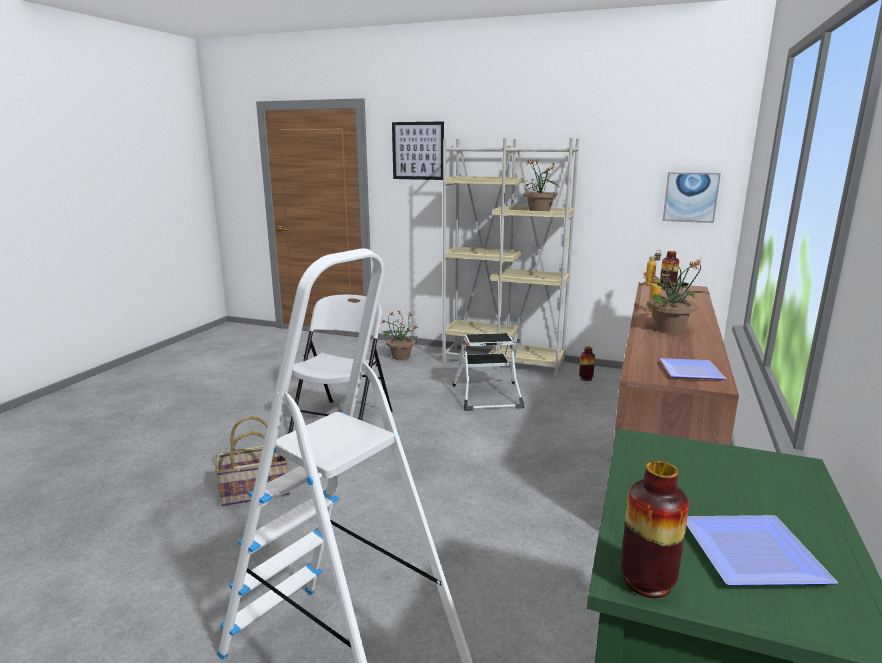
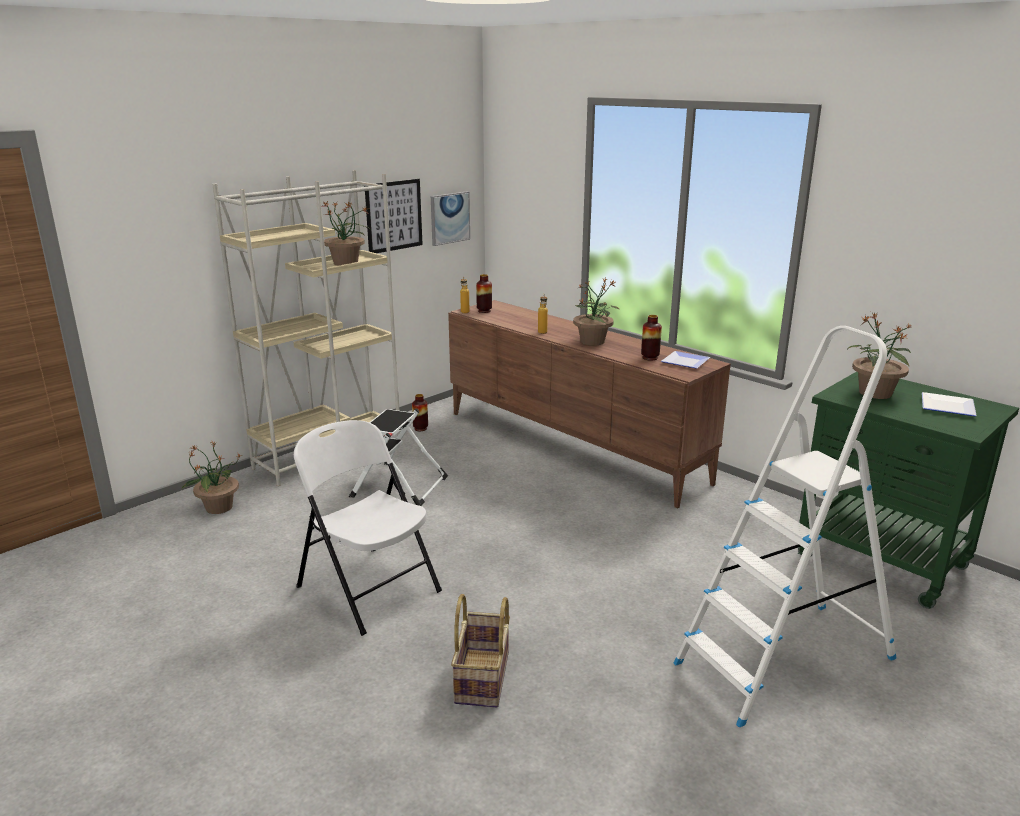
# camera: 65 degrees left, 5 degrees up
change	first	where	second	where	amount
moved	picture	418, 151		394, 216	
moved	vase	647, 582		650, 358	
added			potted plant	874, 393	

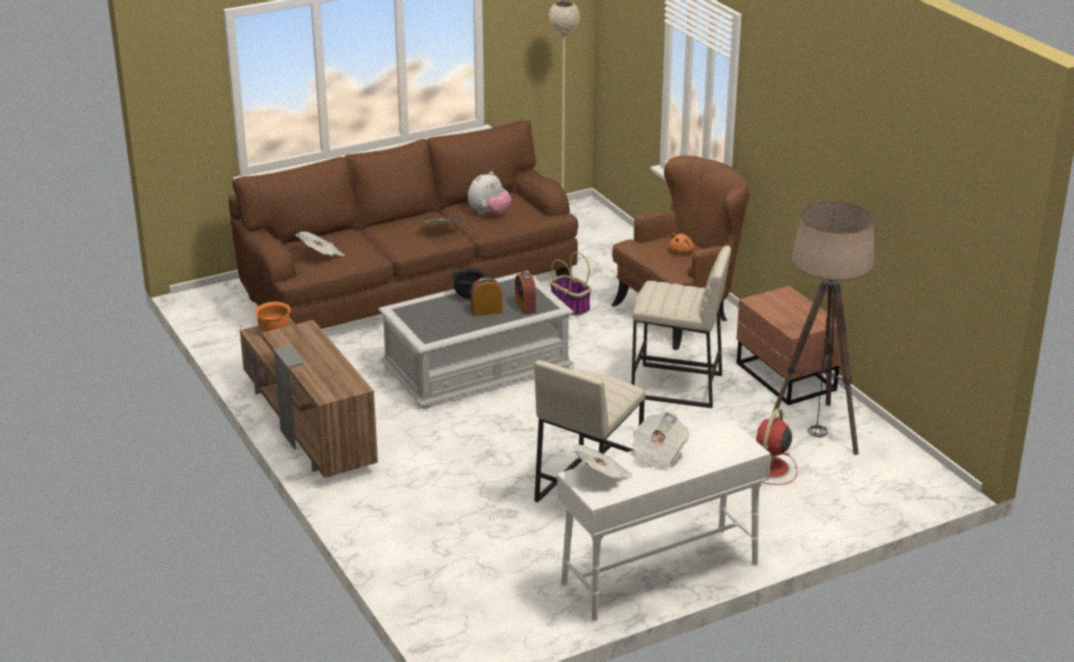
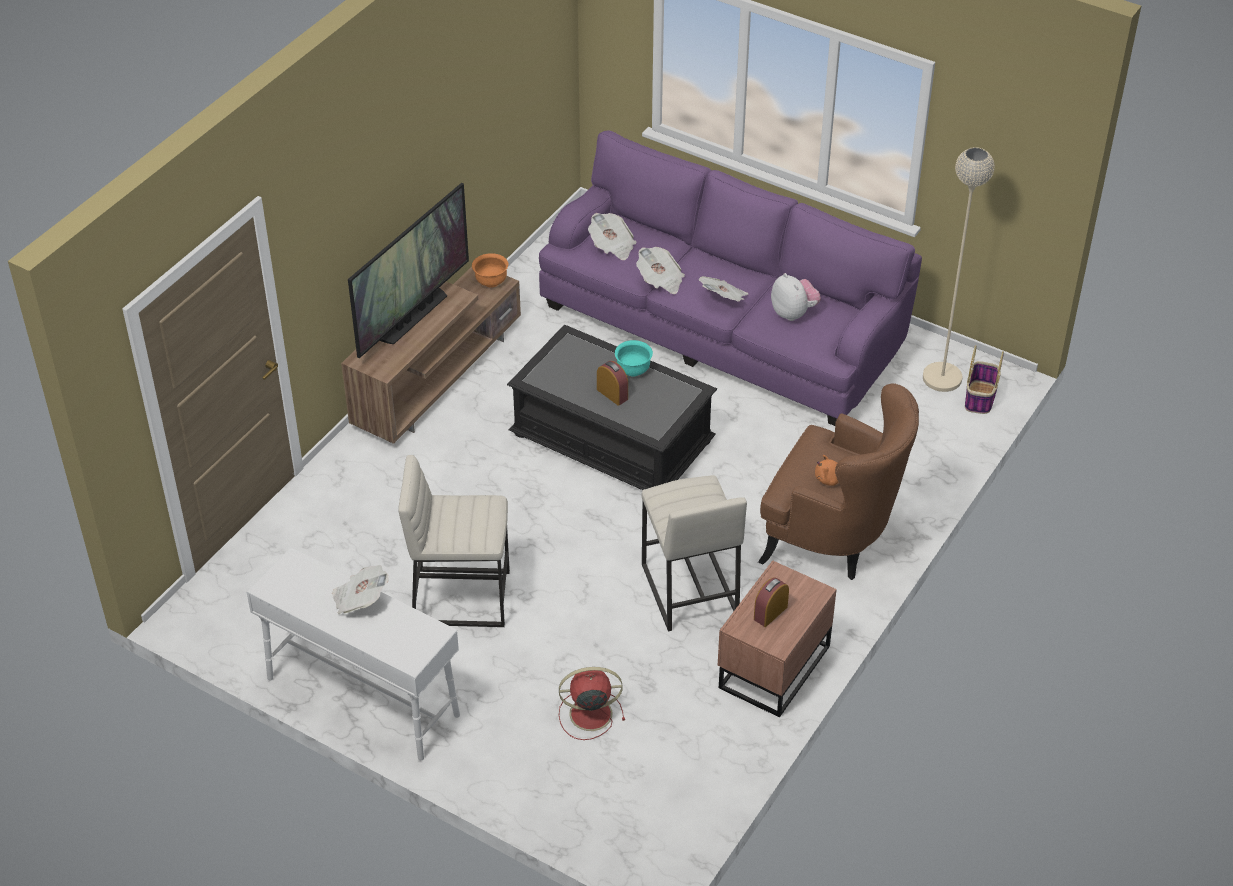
# camera: 60 degrees right, 15 degrees up
change	first	where	second	where	amount
added			television	413, 316	
recoloured	coffee table in white	477, 367	coffee table in black	613, 437	
recoloured	sofa in brown	409, 285	sofa in purple	722, 327	
recoloured	bowl in black	469, 295	bowl in turquoise	633, 370	
moved	newspaper	602, 476		660, 280	
moved	alarm clock	525, 306		770, 613	
turned	plush toy	489, 213		793, 313	135 degrees counterclockwise
moved	basket	571, 306		980, 398	
removed	floor lamp	816, 431			

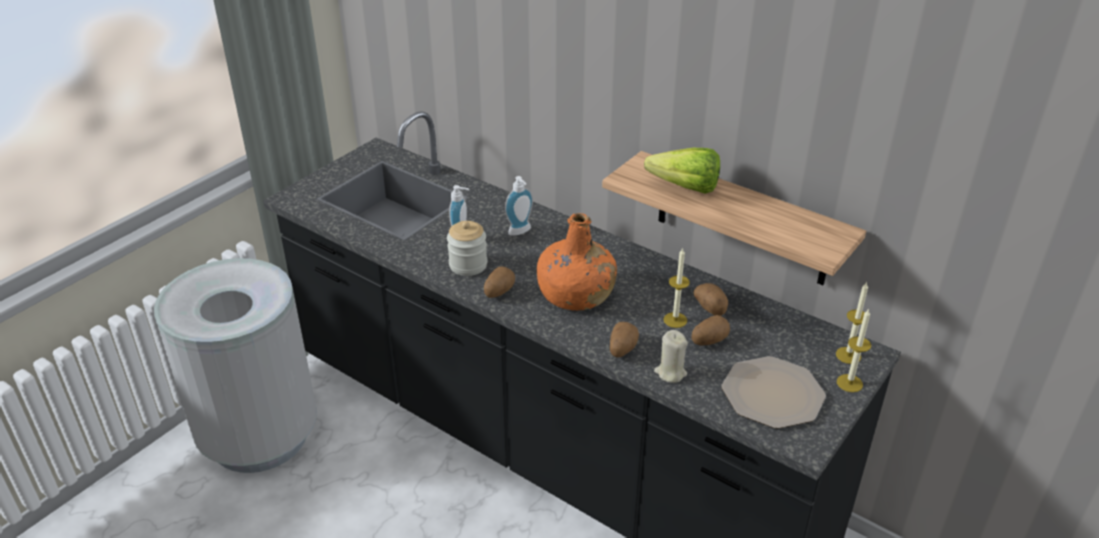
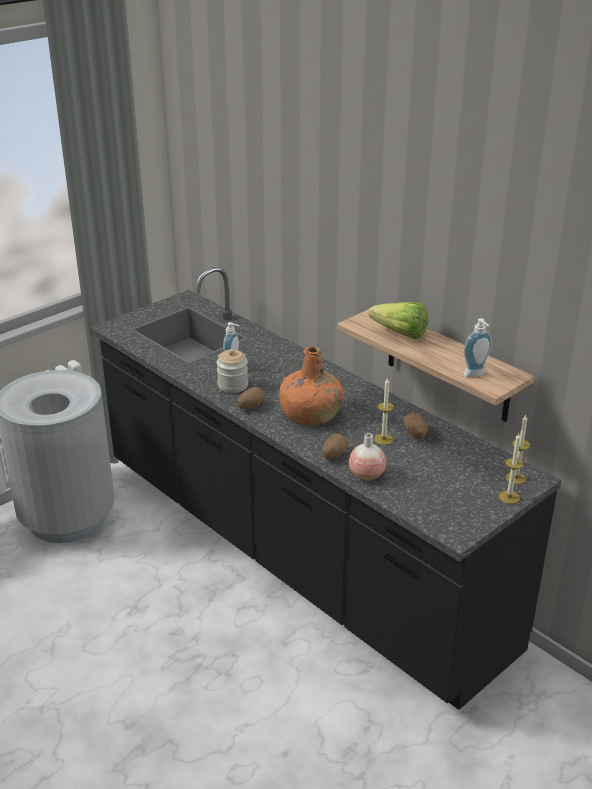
# camera: 10 degrees right, 5 degrees down
change	first	where	second	where	amount
replaced	candle in beige	670, 373	vase	366, 475	
moved	soap dispenser	521, 232		476, 375	
removed	potato	709, 340			
removed	plate	773, 394			

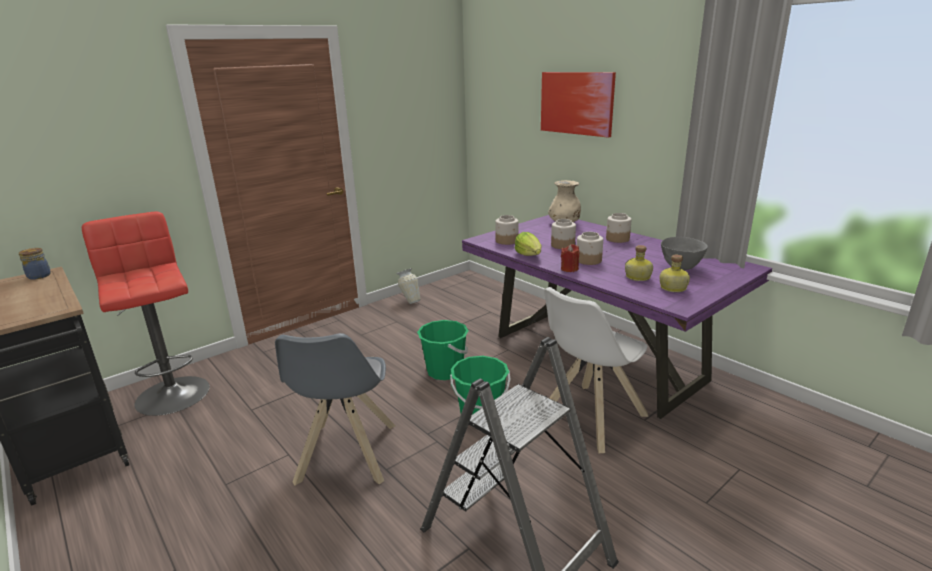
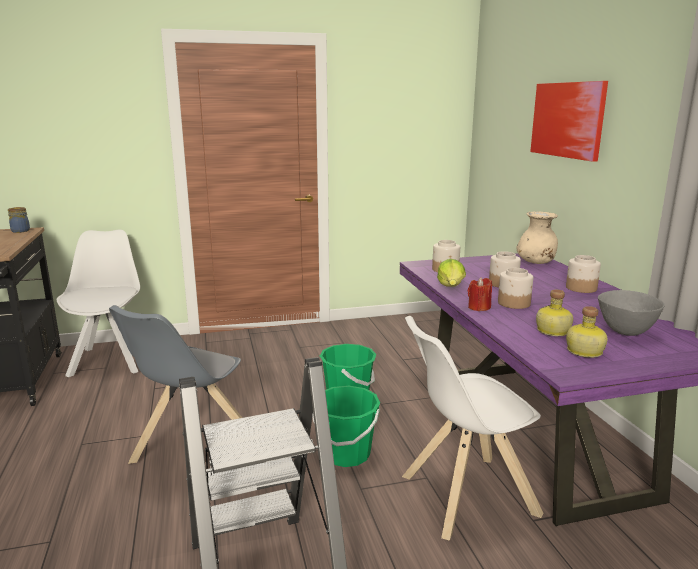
# camera: 25 degrees right, 5 degrees down
change	first	where	second	where	amount
replaced	stool in red	173, 395	chair in white	111, 360	
removed	vase	409, 301			

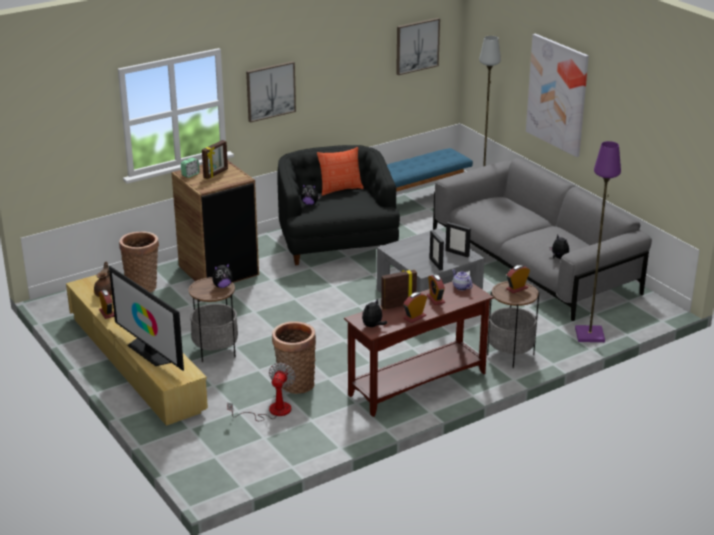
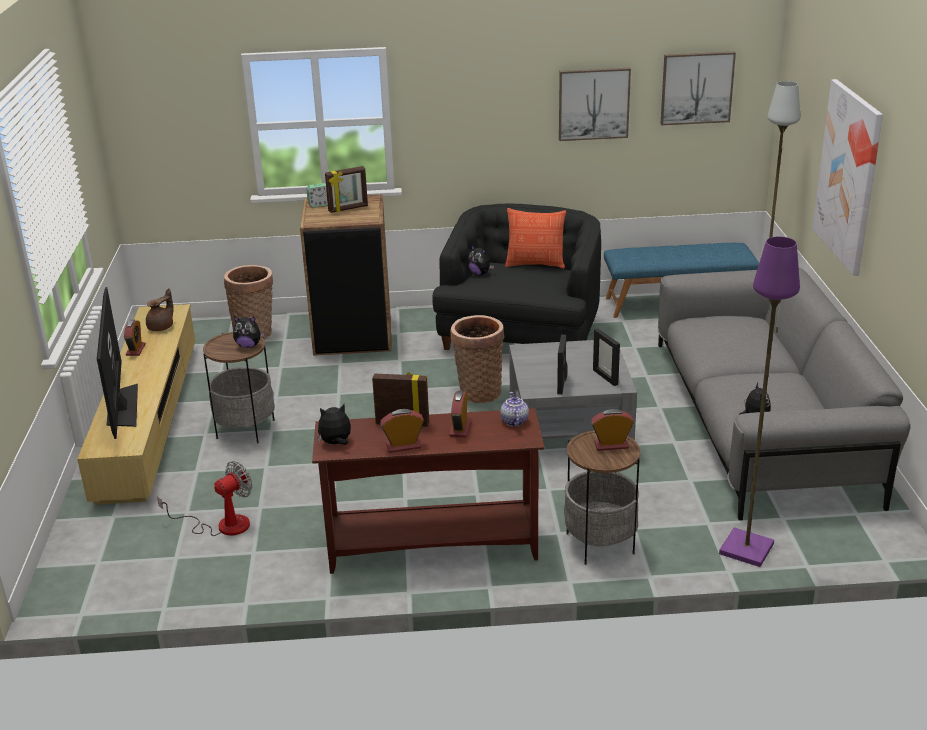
# camera: 30 degrees right, 0 degrees up
change	first	where	second	where	amount
moved	basket	295, 384		478, 391	
moved	picture	270, 91		593, 104	

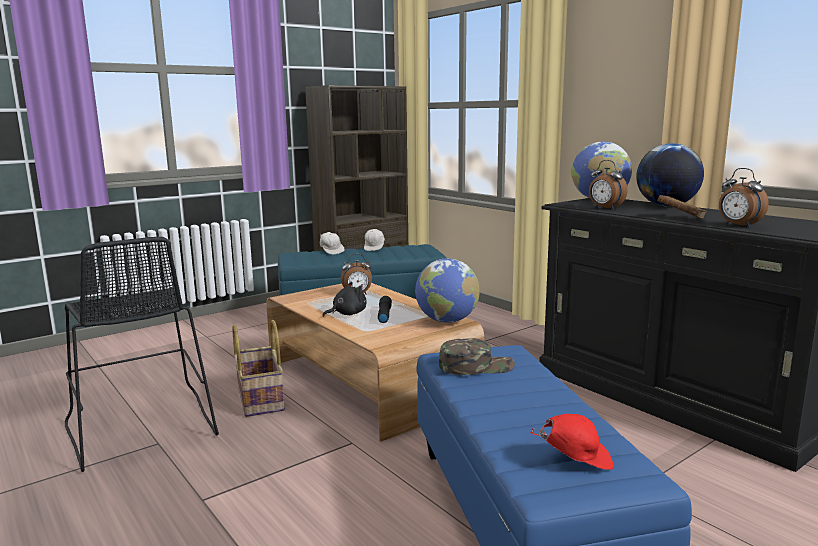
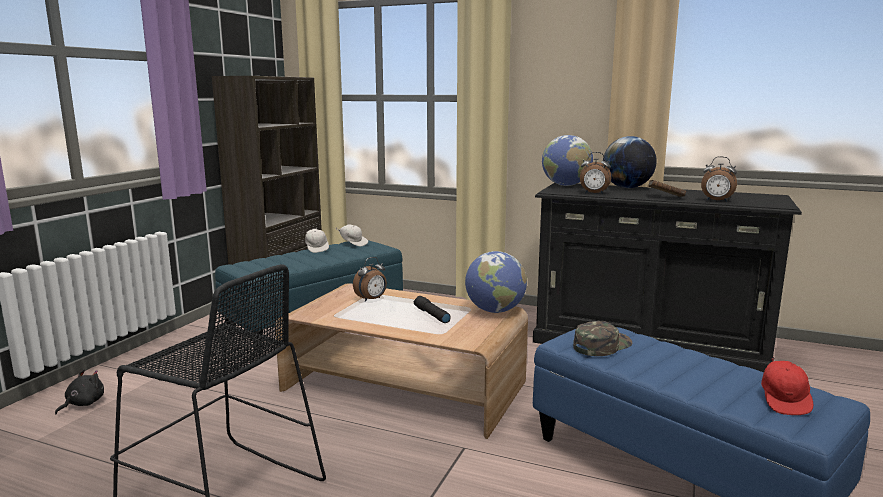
# camera: 30 degrees left, 0 degrees up
change	first	where	second	where	amount
moved	plush toy in black	347, 314		83, 404	
moved	cap in white	331, 251		353, 243	
turned	cap in red	575, 460		784, 401	135 degrees clockwise
removed	basket	259, 399			

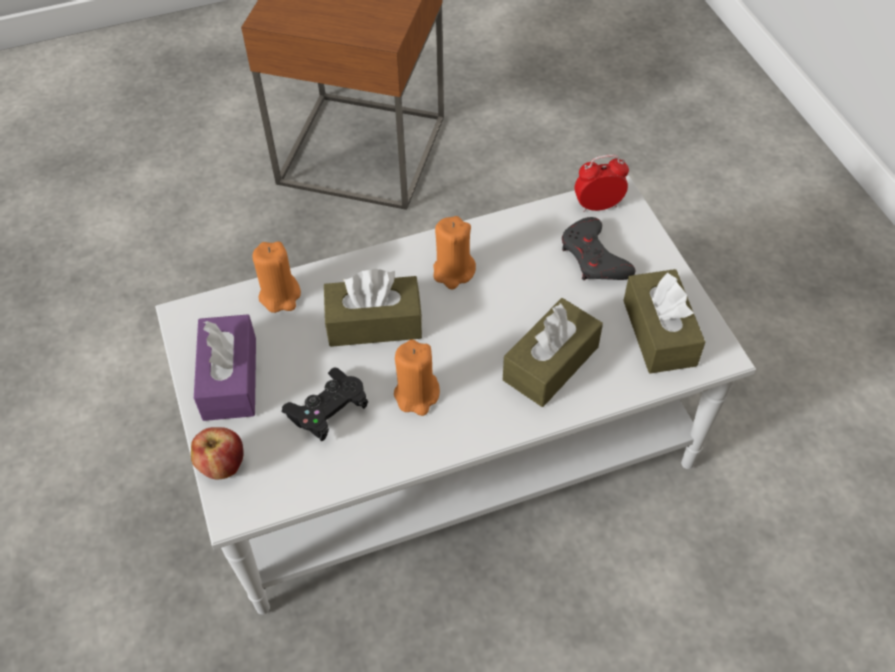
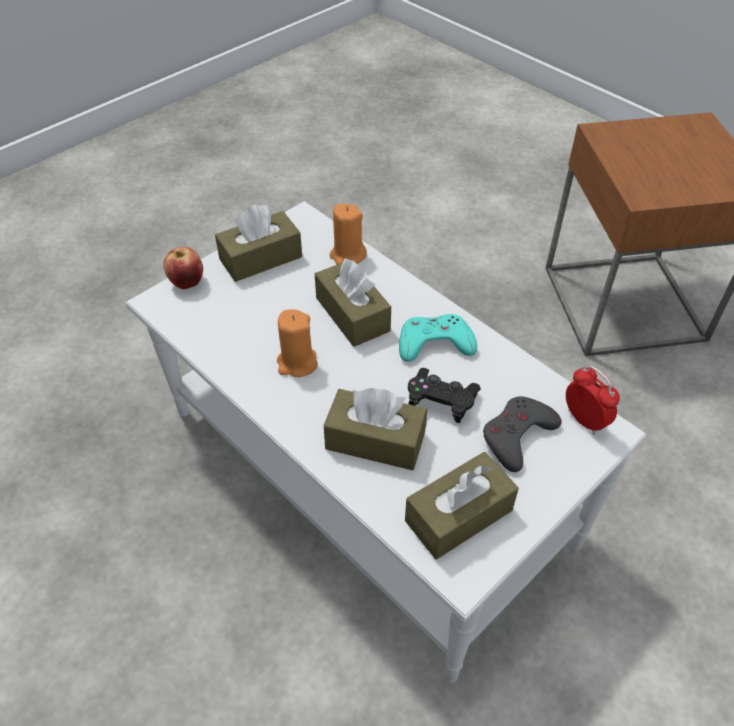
# camera: 65 degrees right, 5 degrees down
change	first	where	second	where	amount
recoloured	tissue box in purple	230, 378	tissue box in brown	261, 258	
replaced	candle in orange	453, 272	game controller in turquoise	434, 343	
moved	game controller in black	328, 411		441, 402	

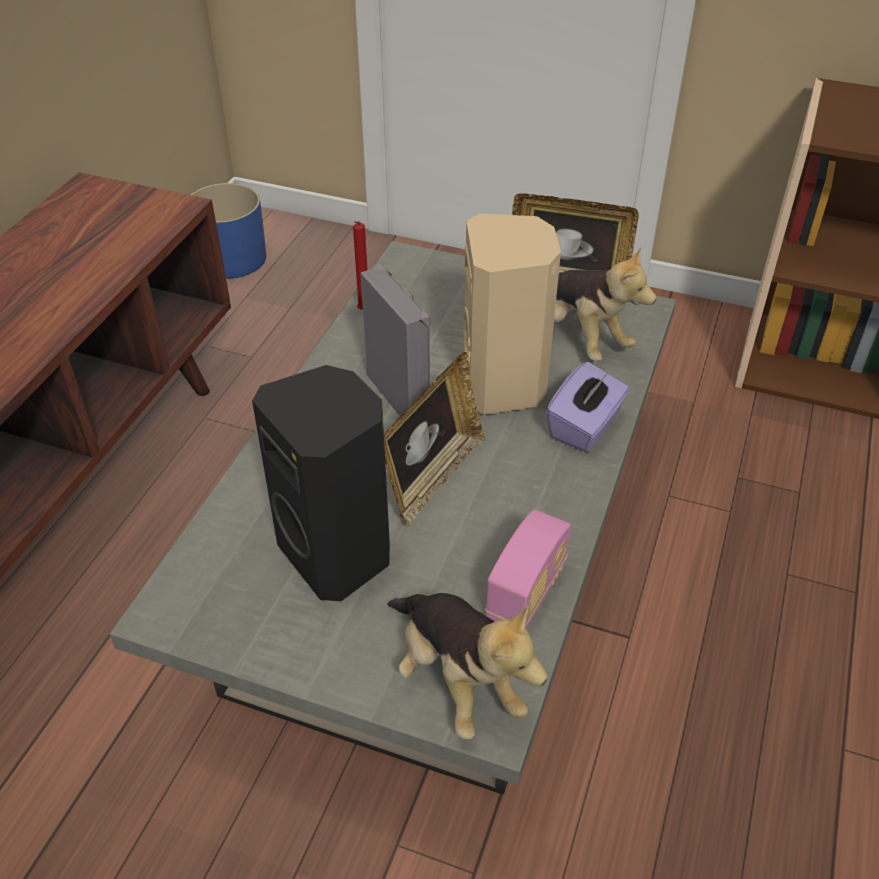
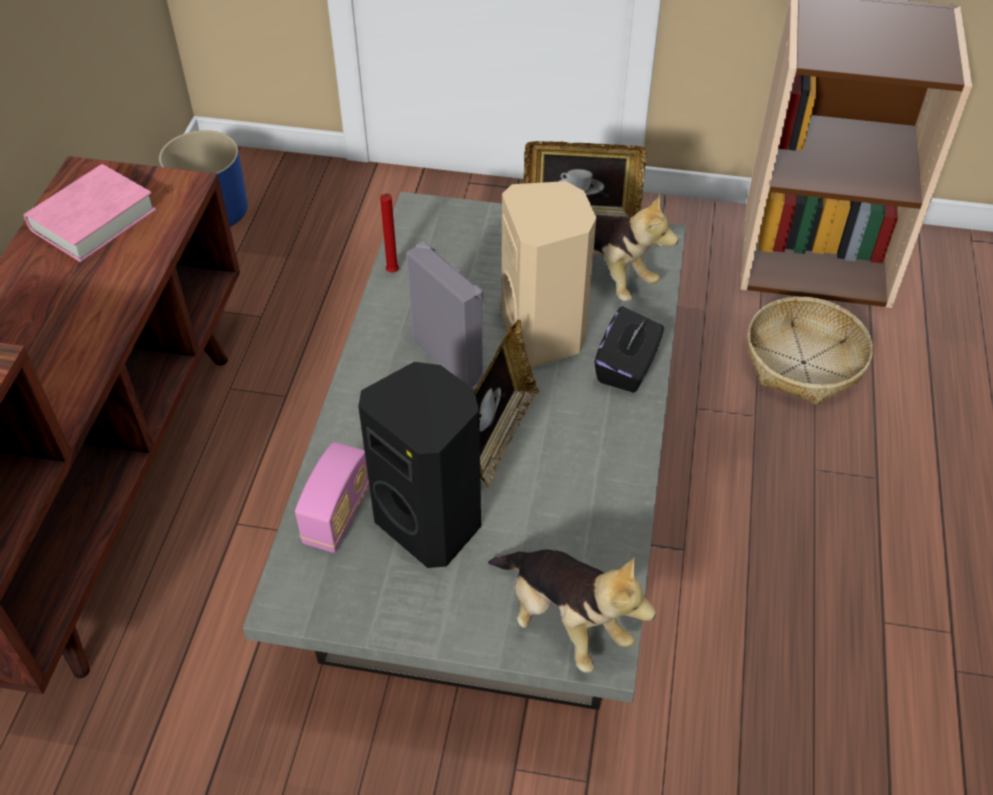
# camera: 10 degrees left, 5 degrees up
change	first	where	second	where	amount
added			book in pink	93, 220	
moved	radio	526, 593		338, 515	
recoloured	tissue box in purple	585, 427	tissue box in black	627, 367	
added			basket	803, 362	

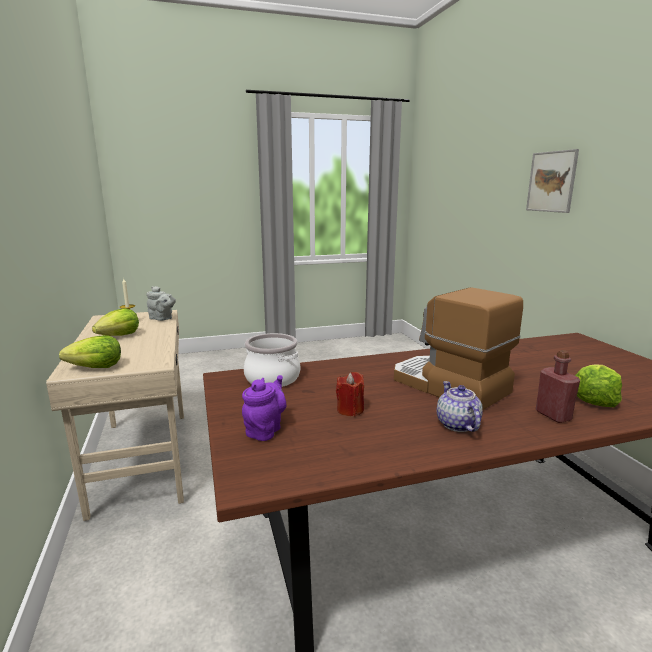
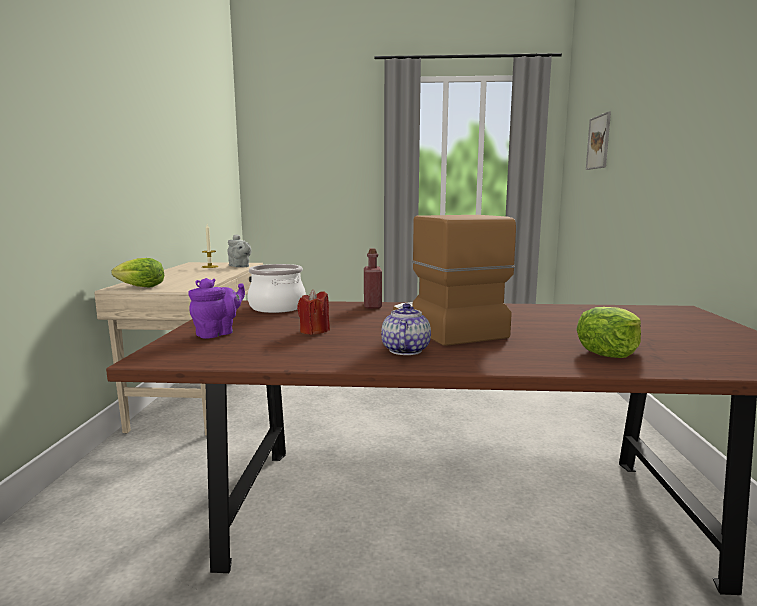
# camera: 20 degrees right, 5 degrees down
change	first	where	second	where	amount
moved	bottle in red	553, 415		372, 306	
moved	picture	551, 181		598, 142	
removed	lettuce	119, 336			

